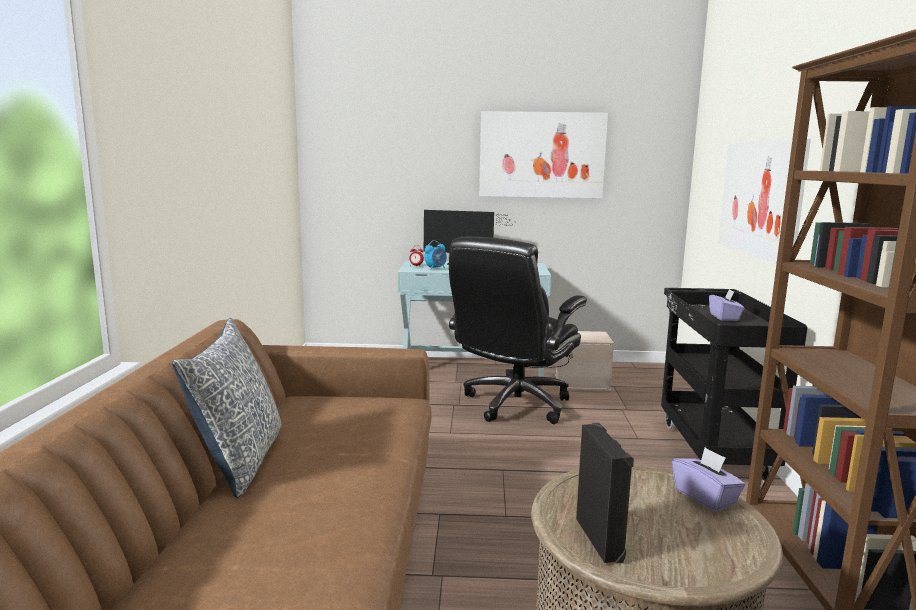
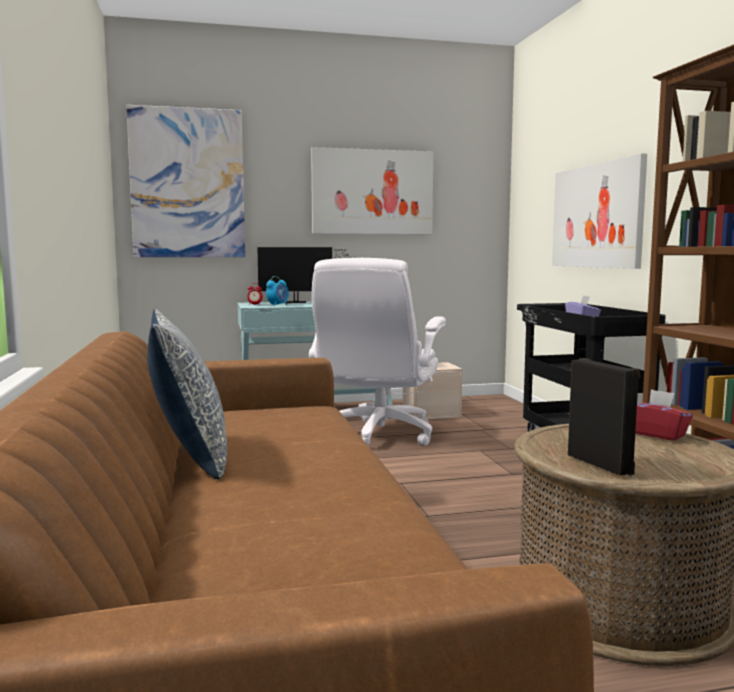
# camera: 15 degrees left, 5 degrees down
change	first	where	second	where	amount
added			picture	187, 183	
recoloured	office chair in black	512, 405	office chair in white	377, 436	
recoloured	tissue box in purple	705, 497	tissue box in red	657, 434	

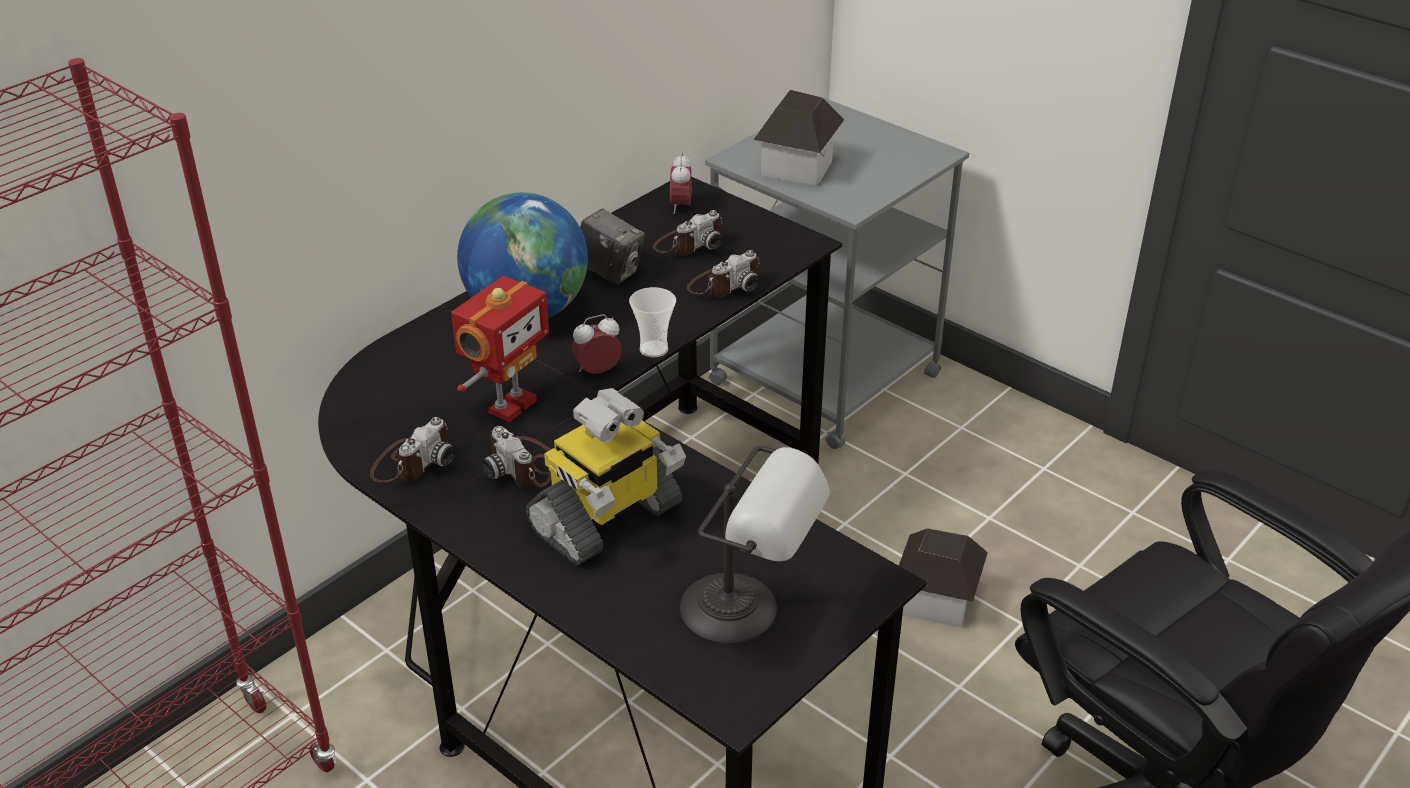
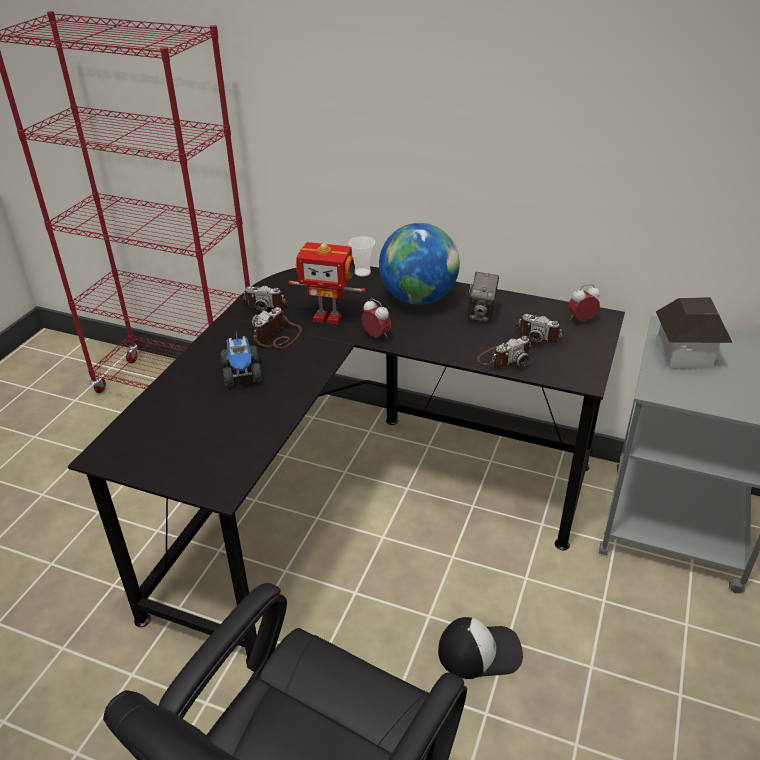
# camera: 70 degrees right, 0 degrees up
change	first	where	second	where	amount
replaced	toy robot	607, 520	toy truck	242, 374	
moved	cup	654, 349		362, 272	
replaced	toy house	936, 600	cap	480, 651	
turned	photo camera	724, 284		504, 358	60 degrees counterclockwise
removed	table lamp	749, 612			

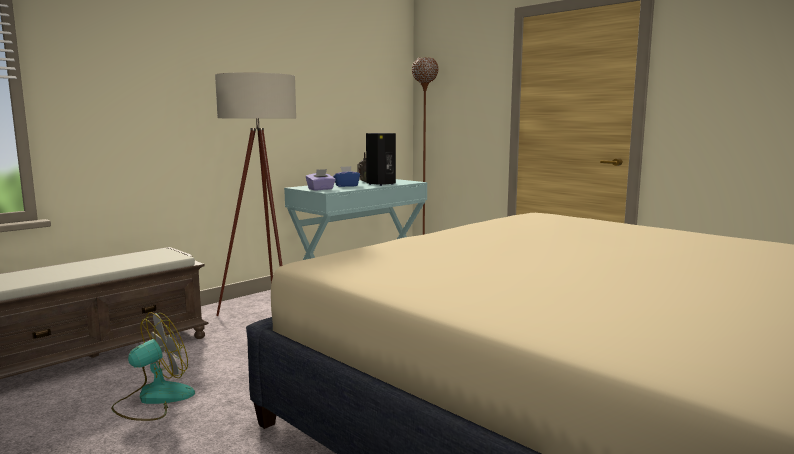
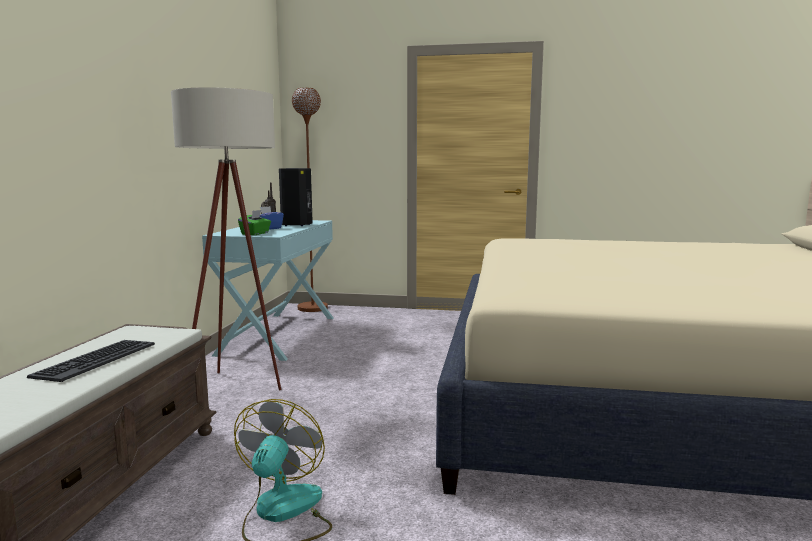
# camera: 35 degrees left, 0 degrees up
change	first	where	second	where	amount
added			keyboard	95, 360	
recoloured	tissue box in purple	321, 189	tissue box in green	255, 234	

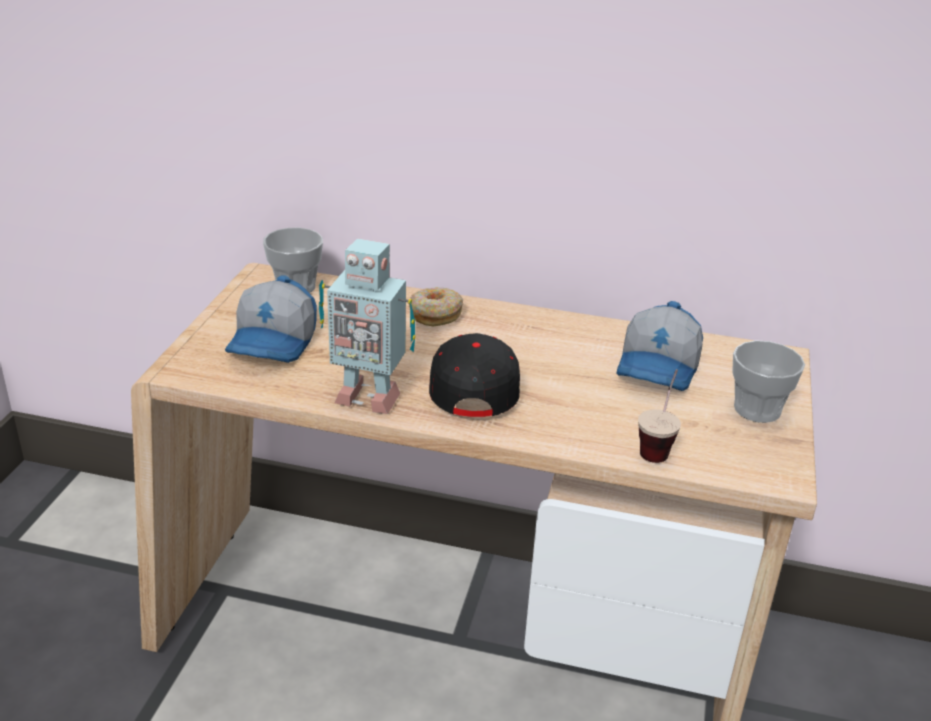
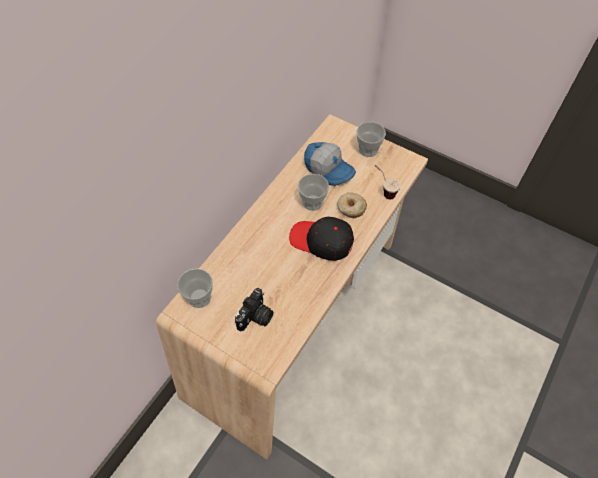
# camera: 70 degrees left, 25 degrees up
change	first	where	second	where	amount
replaced	cap	275, 342	photo camera	256, 317	
added			cup	312, 202	
moved	donut	435, 314		351, 208	
removed	toy robot	367, 396			

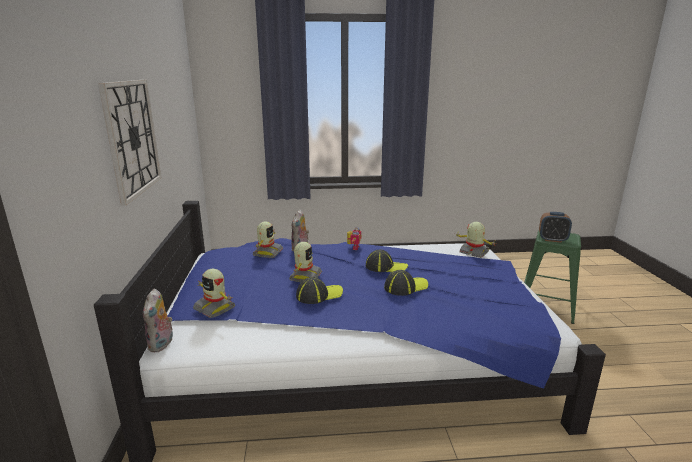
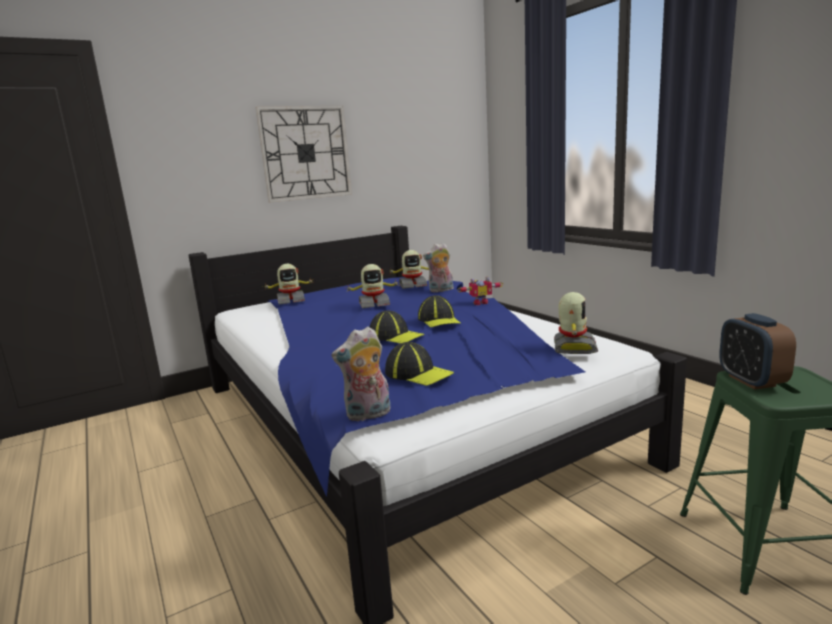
# camera: 65 degrees right, 5 degrees down
change	first	where	second	where	amount
turned	toy robot	215, 308		291, 301	120 degrees counterclockwise
moved	plush toy	162, 344		368, 415	
moved	cap	319, 295		418, 373	

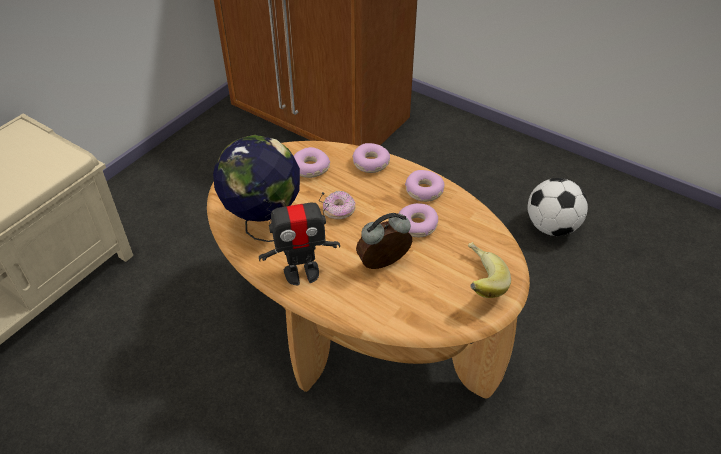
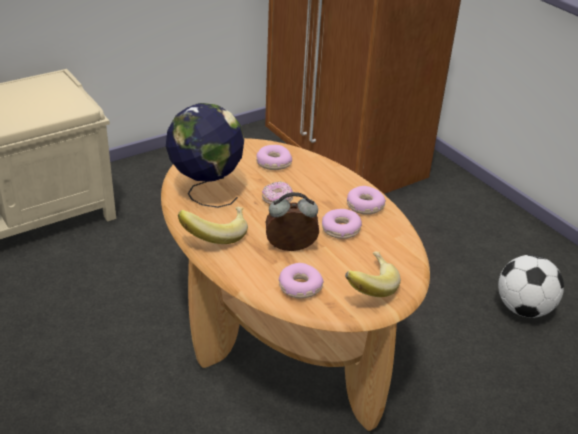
# camera: 20 degrees right, 10 degrees down
change	first	where	second	where	amount
replaced	toy robot	302, 273	banana	215, 234	
moved	donut	371, 163		299, 287	

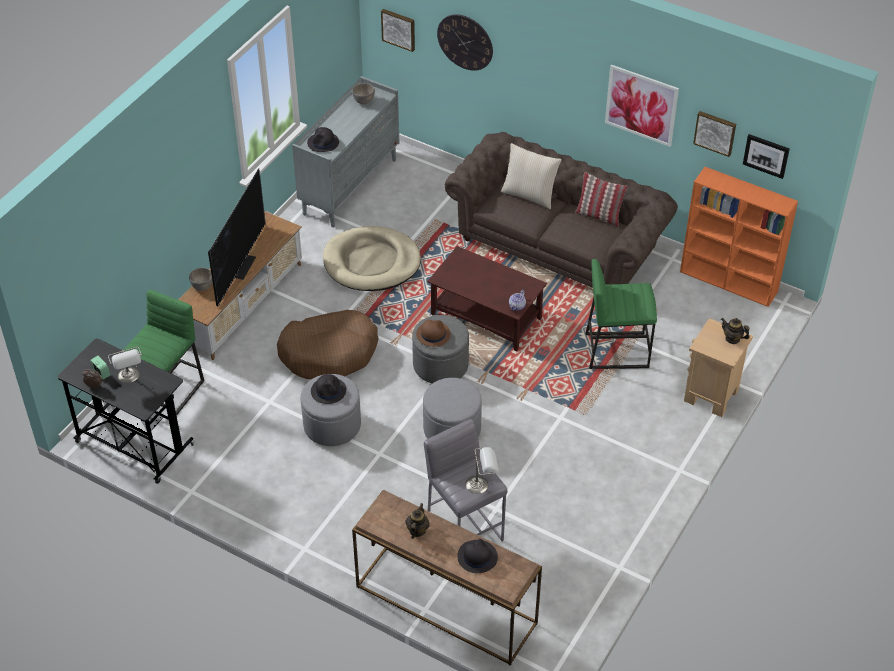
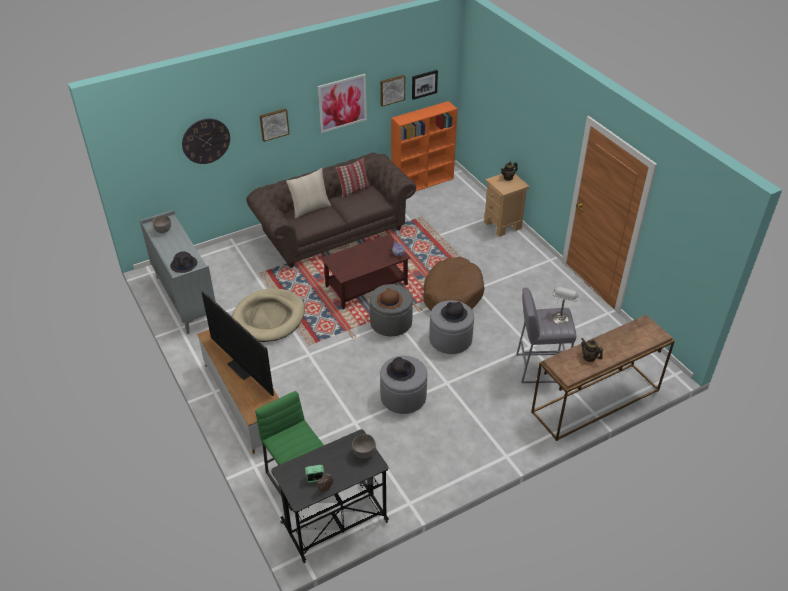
# camera: 60 degrees left, 5 degrees down
change	first	where	second	where	amount
moved	picture	399, 29		274, 124	
moved	bowl in grey	203, 287		364, 453	
moved	dog bed in brown	329, 353		452, 294	
moved	hat in black	477, 557		453, 313	
removed	table lamp in white	130, 377			
removed	stool in green	616, 350			

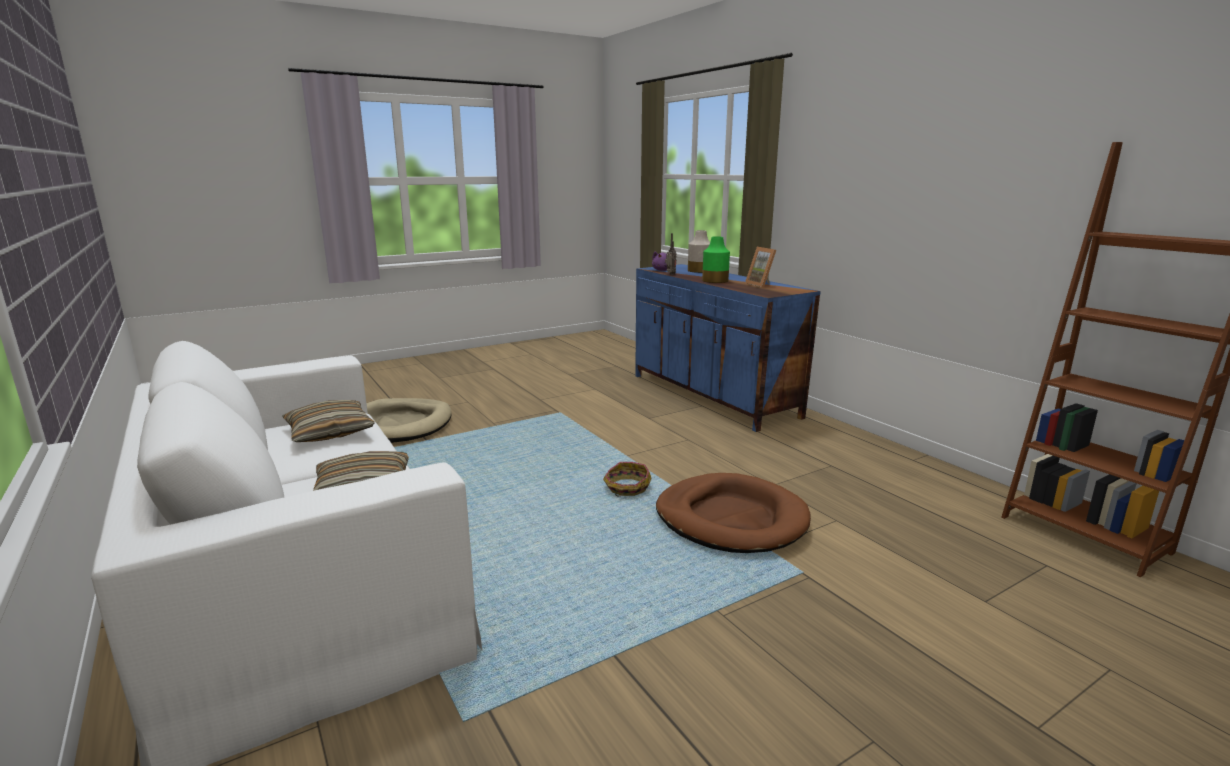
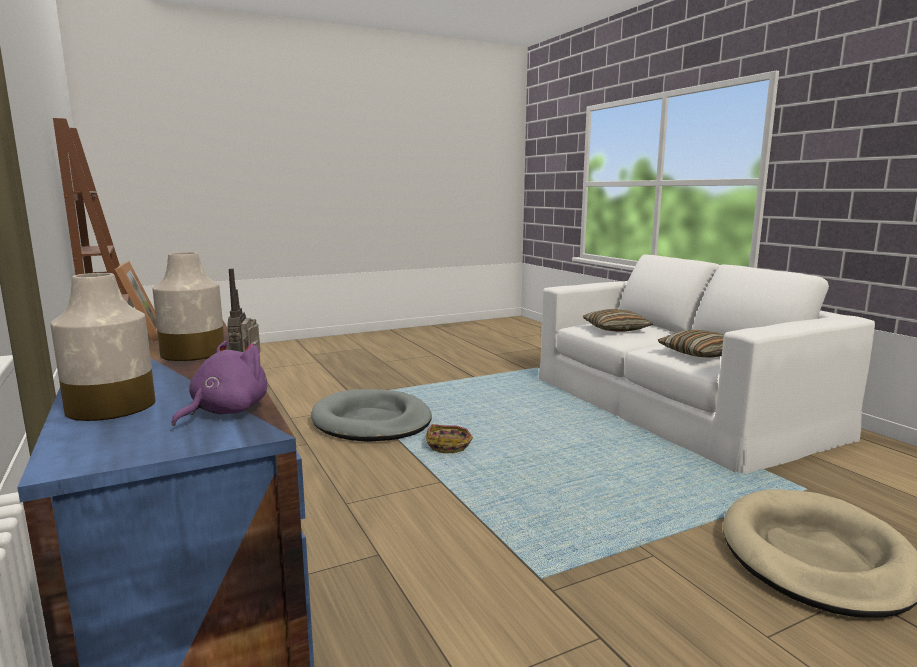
# camera: 175 degrees left, 5 degrees down
change	first	where	second	where	amount
recoloured	vase in green	714, 280	vase in beige	194, 352	
recoloured	dog bed in brown	731, 518	dog bed in grey	371, 421	

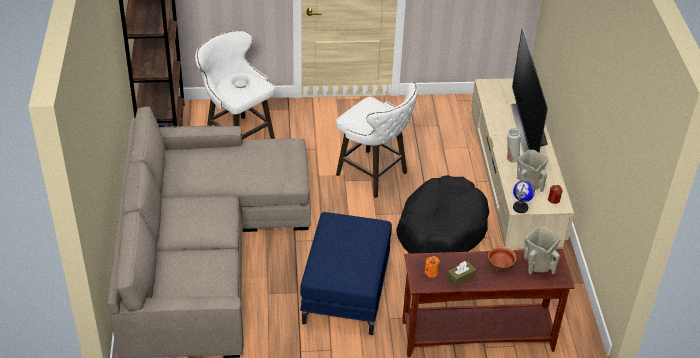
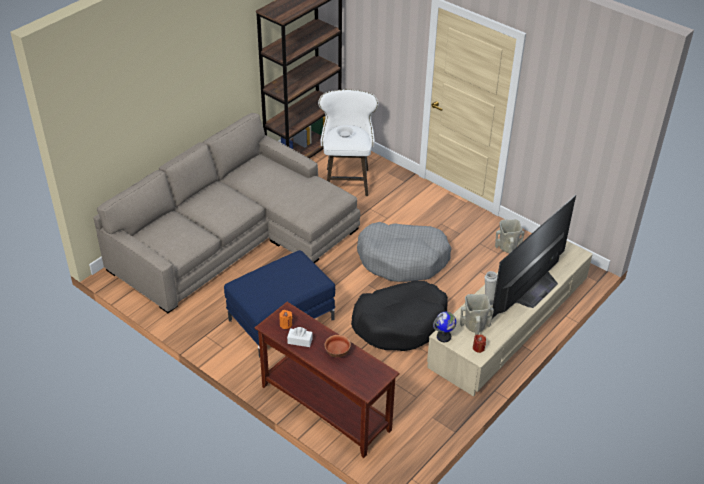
# camera: 45 degrees right, 0 degrees up
change	first	where	second	where	amount
recoloured	tissue box in brown	461, 277	tissue box in white	300, 341	
replaced	stool in white	374, 175	dog bed in grey	403, 259	
moved	vase in beige	538, 265		507, 247	

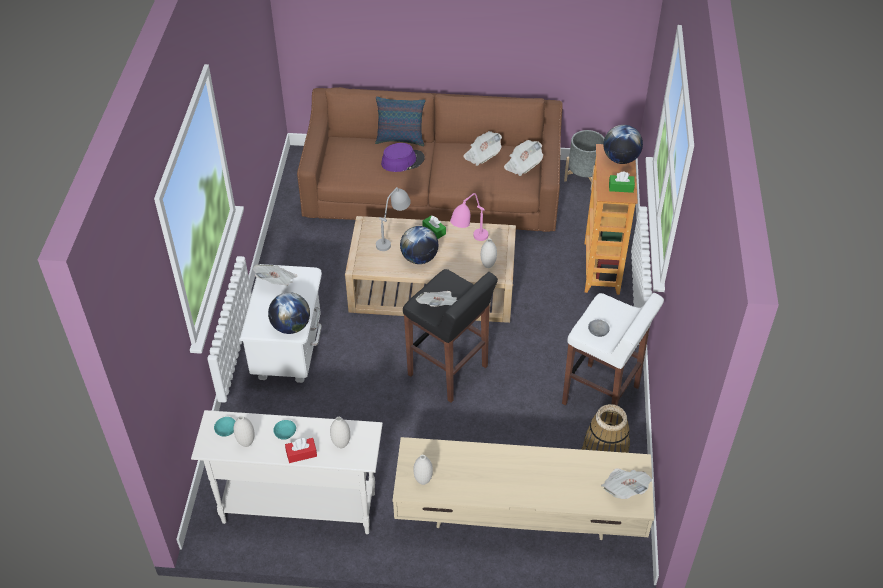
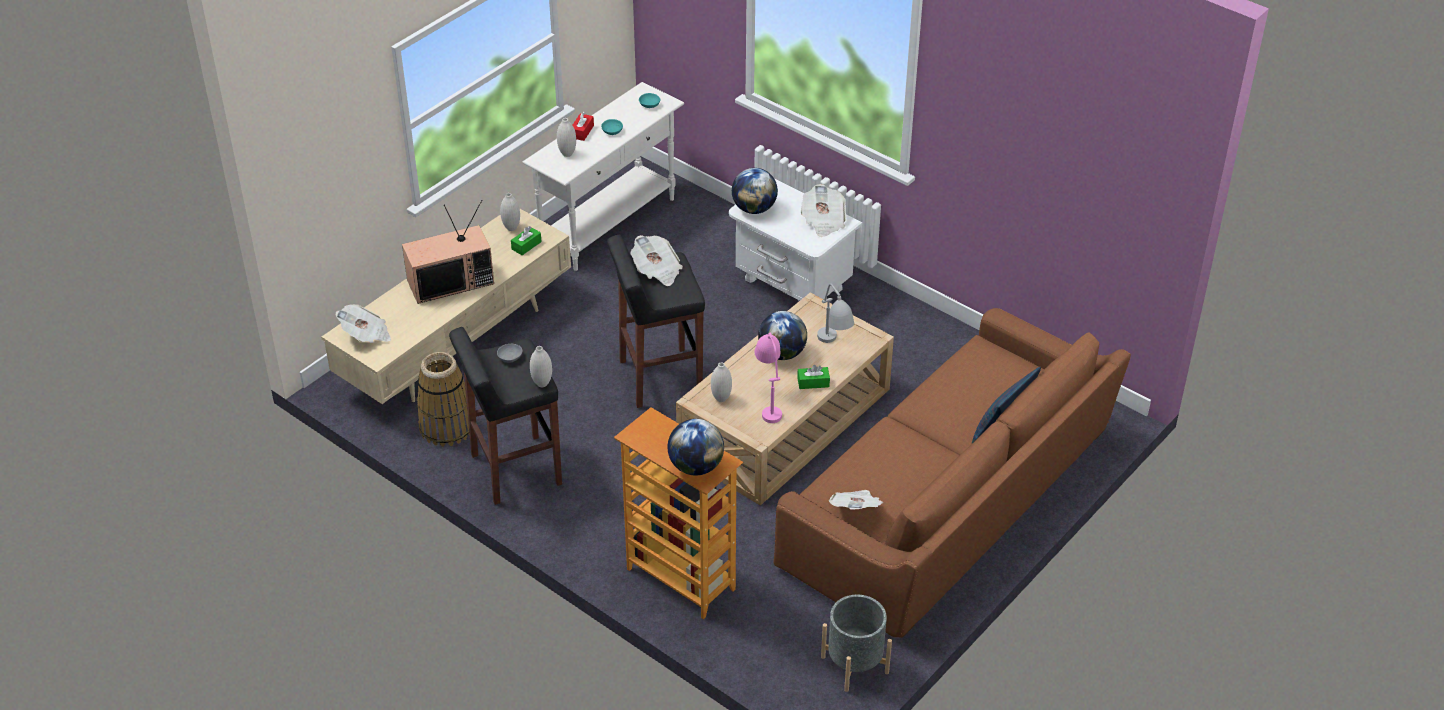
# camera: 125 degrees right, 5 degrees down
change	first	where	second	where	amount
added			television	451, 281	
recoloured	stool in white	602, 396	stool in black	514, 470	
moved	tissue box in green	621, 187		526, 245	
moved	vase in white	246, 443		542, 383	
removed	hat in purple	402, 161			
removed	newspaper	482, 156			

